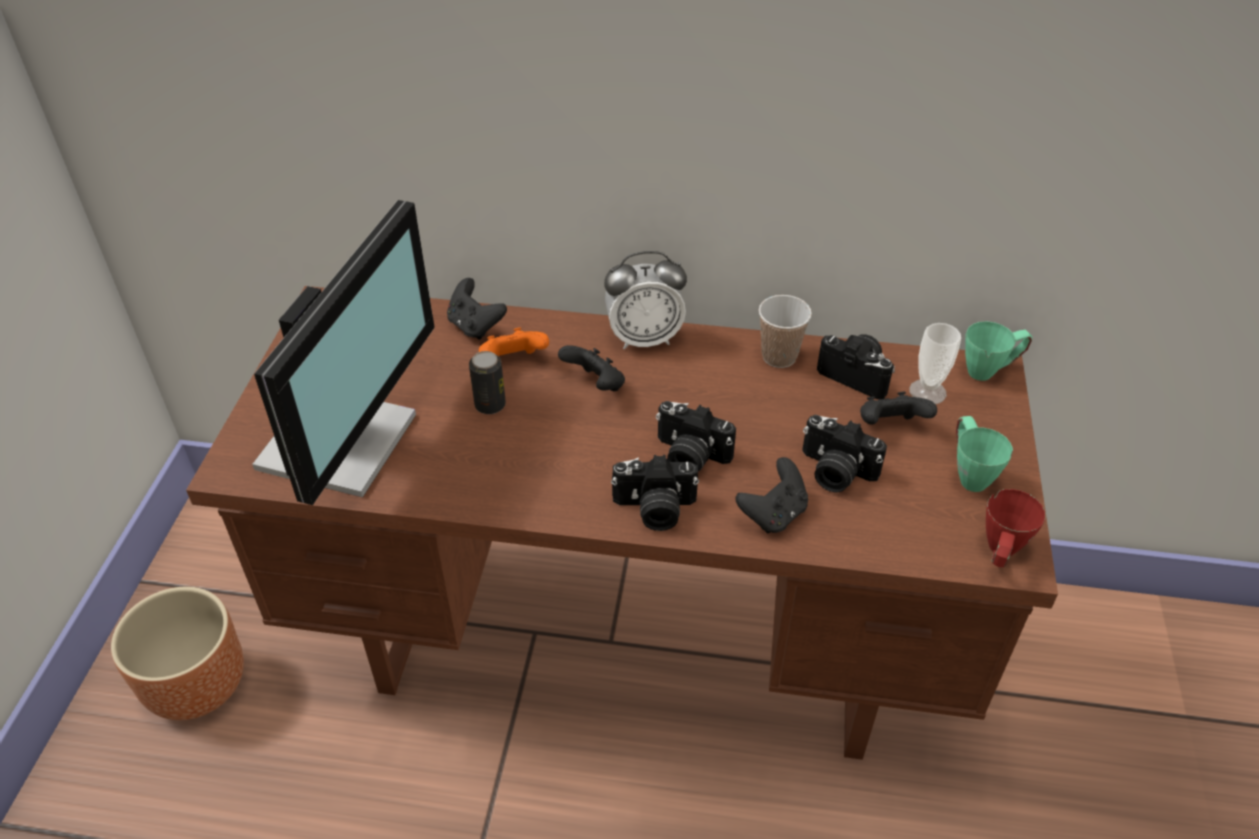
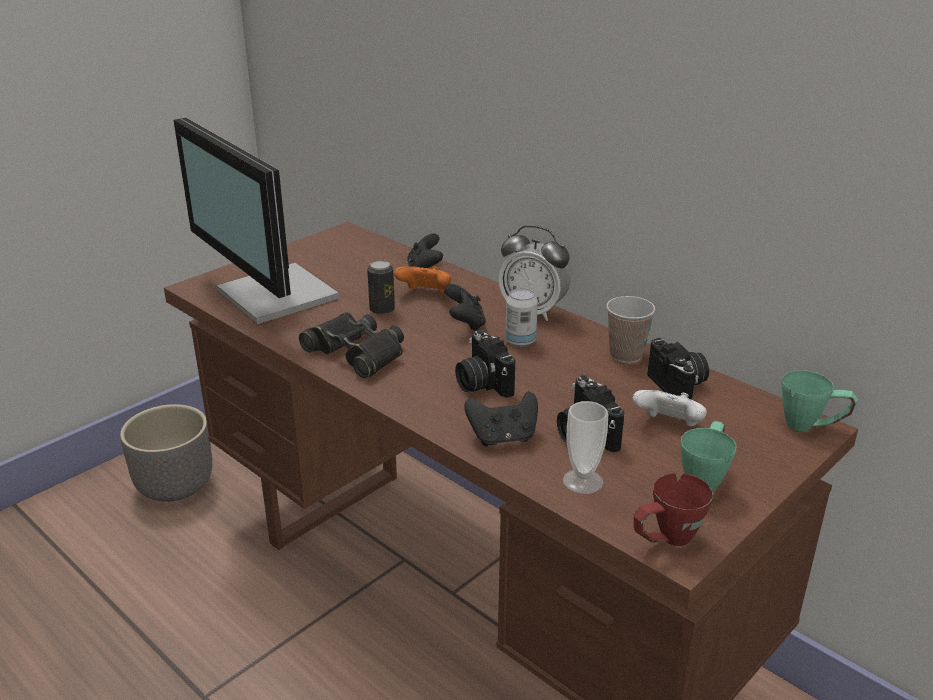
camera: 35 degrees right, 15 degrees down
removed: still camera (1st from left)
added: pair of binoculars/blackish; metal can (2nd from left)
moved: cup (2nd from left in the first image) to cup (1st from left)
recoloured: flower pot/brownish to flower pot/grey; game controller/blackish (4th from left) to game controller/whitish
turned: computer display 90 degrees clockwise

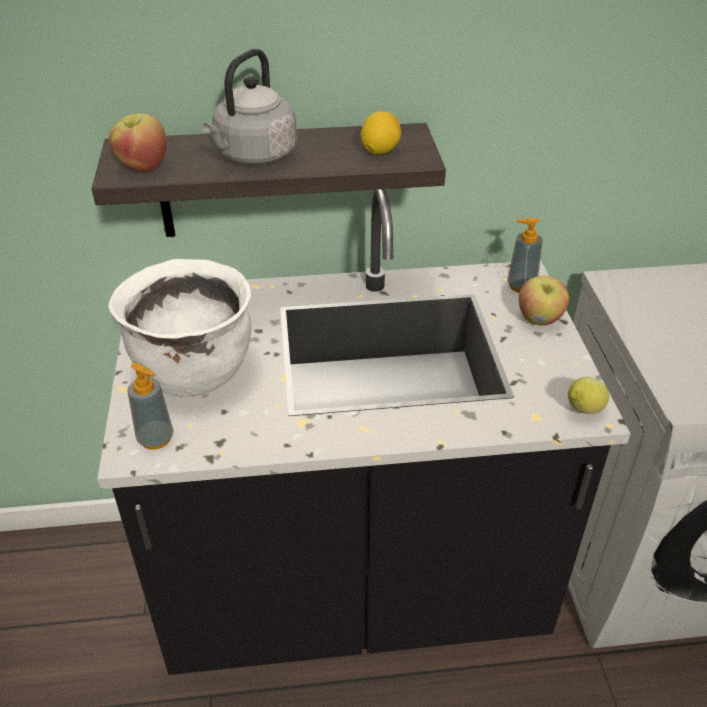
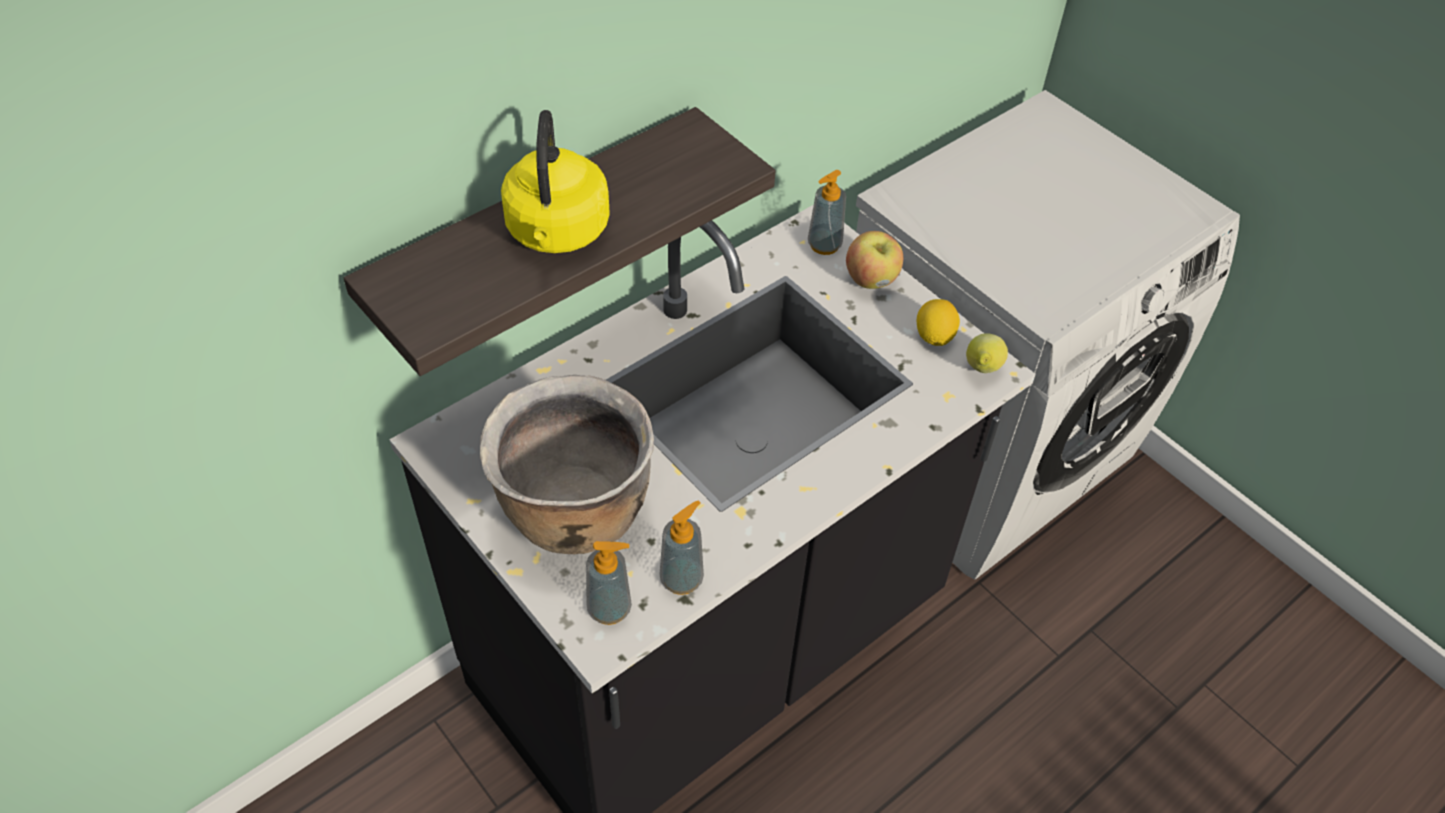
camera: 35 degrees left, 10 degrees up
removed: apple (1st from left)
added: liquid soap bottle (2nd from left)
moved: whole lemon (1st from left)
recoloured: stockpot/whitish to stockpot/brownish; kettle/grey to kettle/yellow-coloured

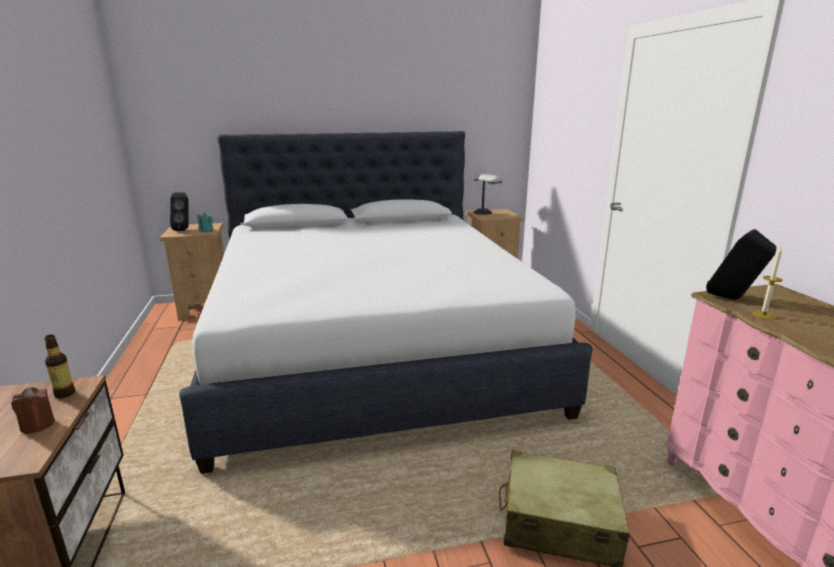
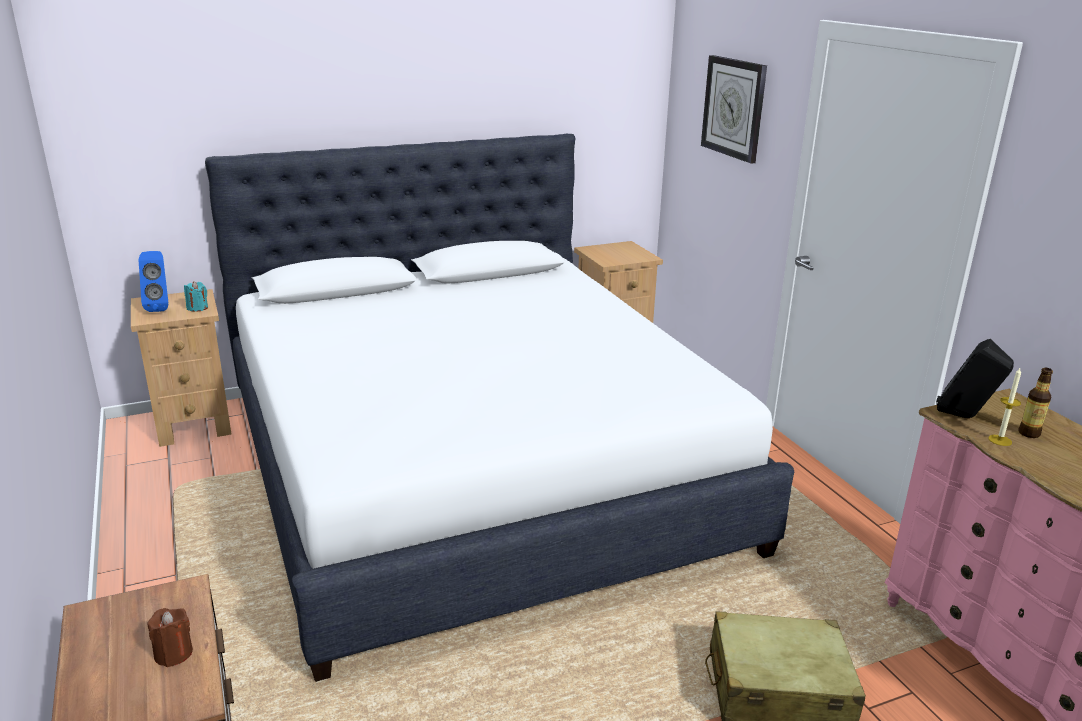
camera: 10 degrees left, 5 degrees up
removed: table lamp
added: hanging clock
moved: drink bottle
recoloured: loudspeaker/blackish (1st from left) to loudspeaker/blue-coloured

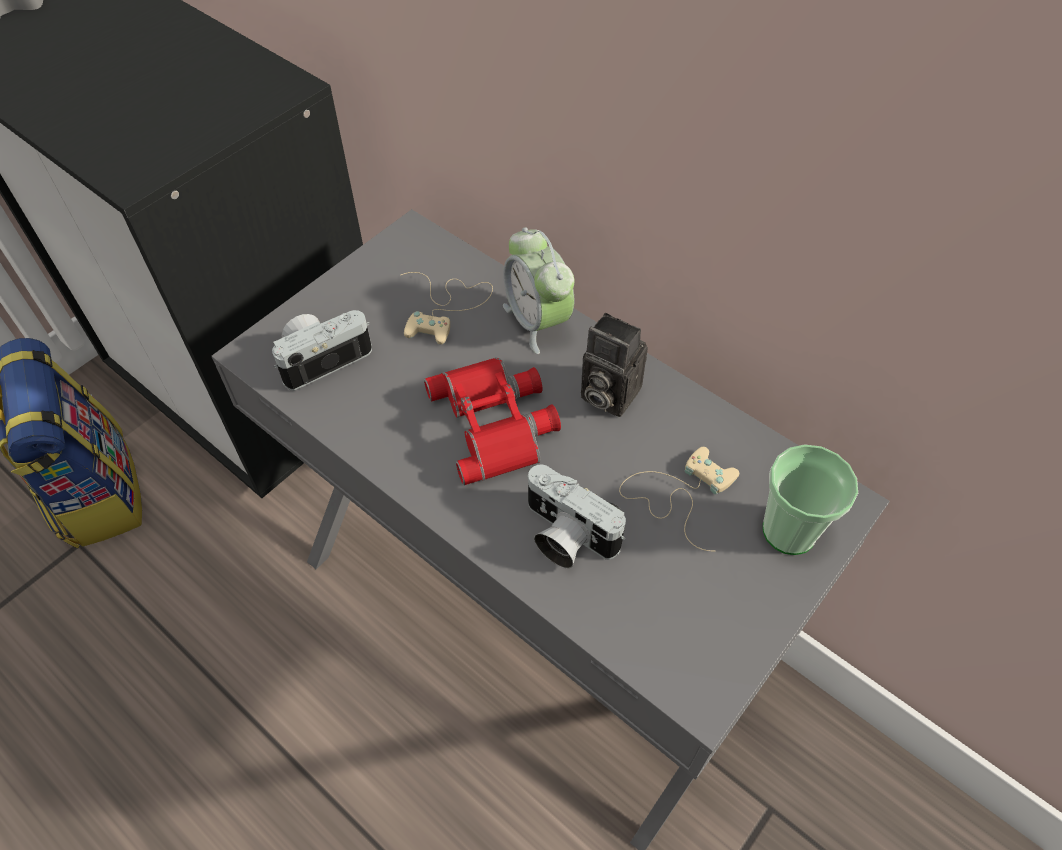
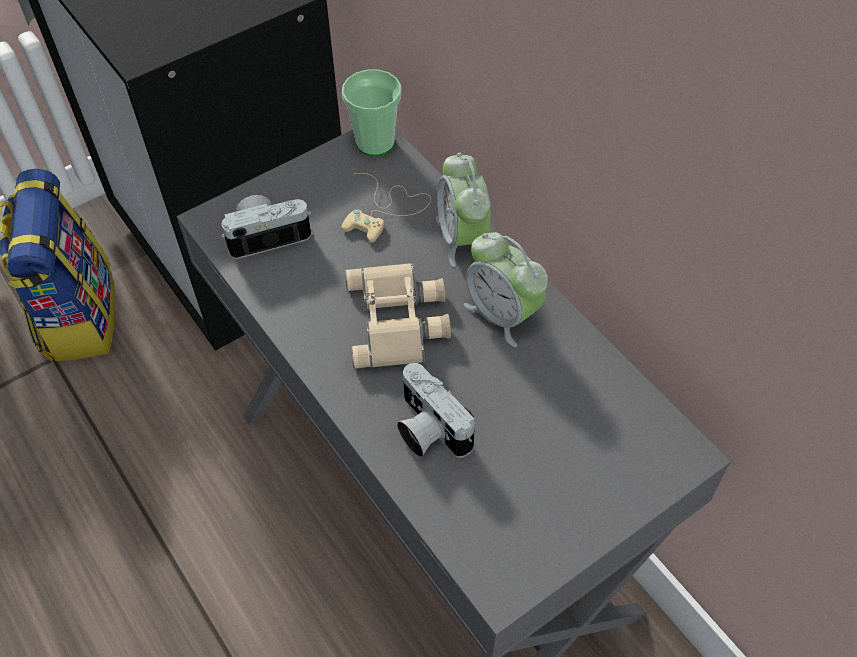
camera: 15 degrees right, 0 degrees up
removed: game controller/beige (2nd from left)
moved: cup
replaced: still camera (3rd from left) to alarm clock (2nd from left)
recoloured: pair of binoculars/reddish to pair of binoculars/beige

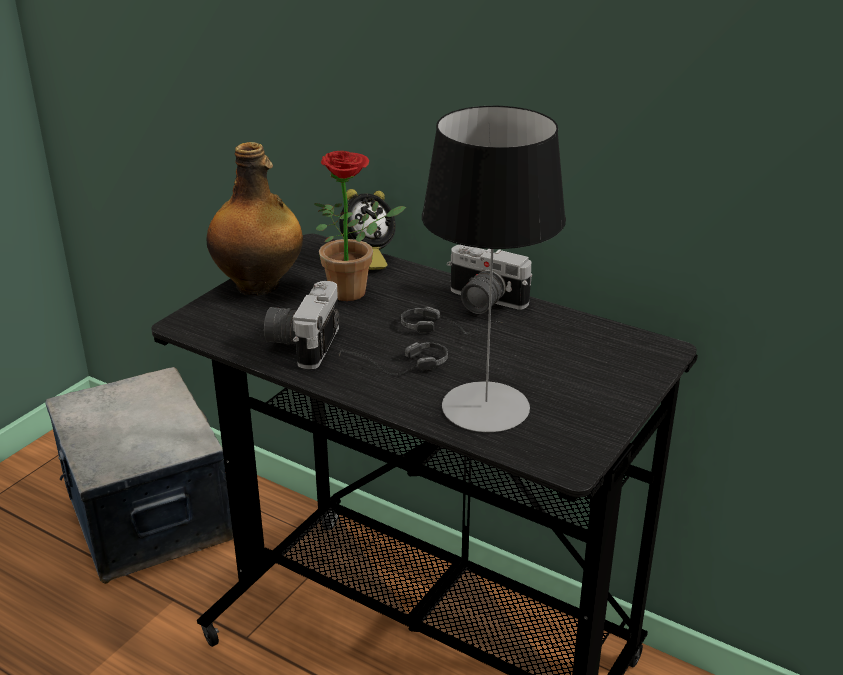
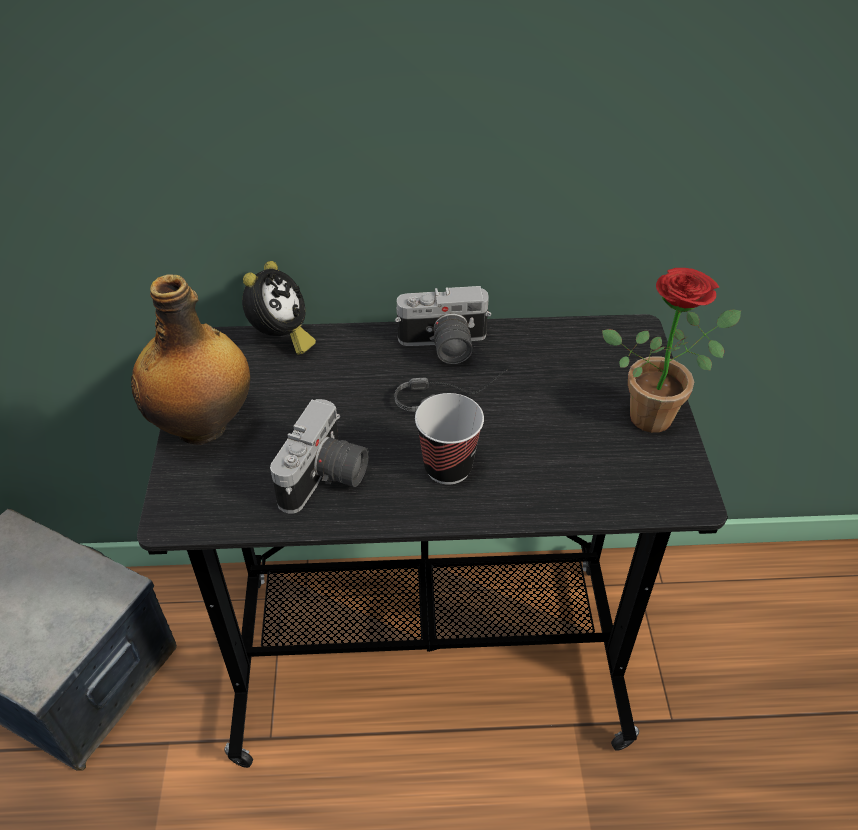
camera: 35 degrees left, 15 degrees up
removed: table lamp
moved: houseplant
replaced: headset (1st from left) to cup
turned: still camera (1st from left) 135 degrees counterclockwise

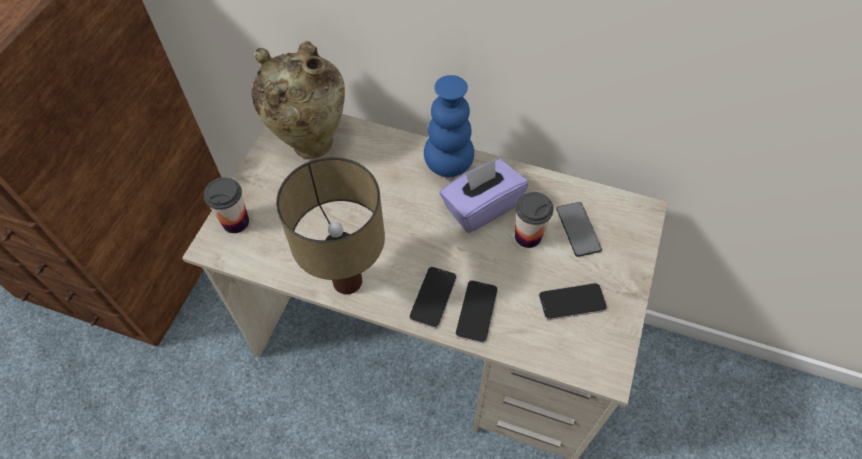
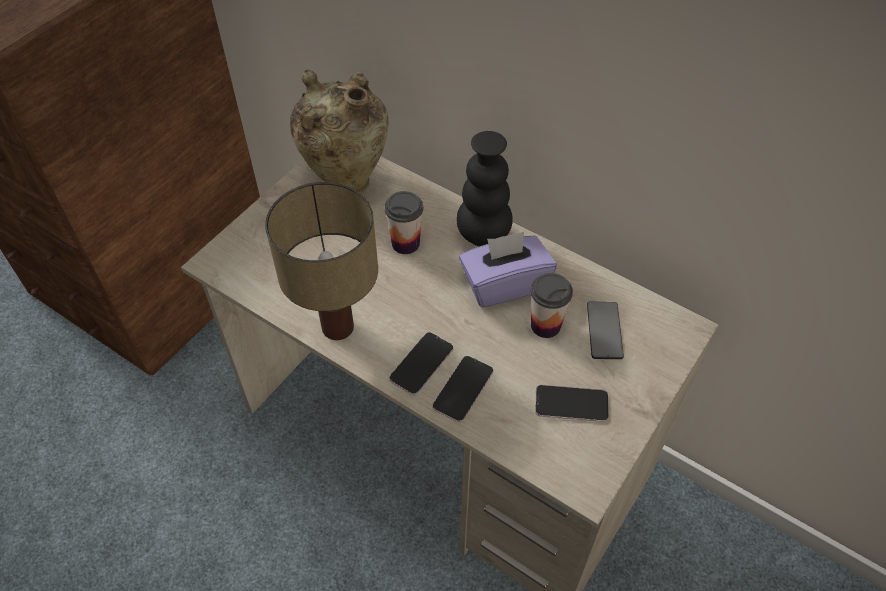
camera: 15 degrees right, 5 degrees down
moved: cup (1st from left)
recoloured: vase/blue-coloured to vase/blackish

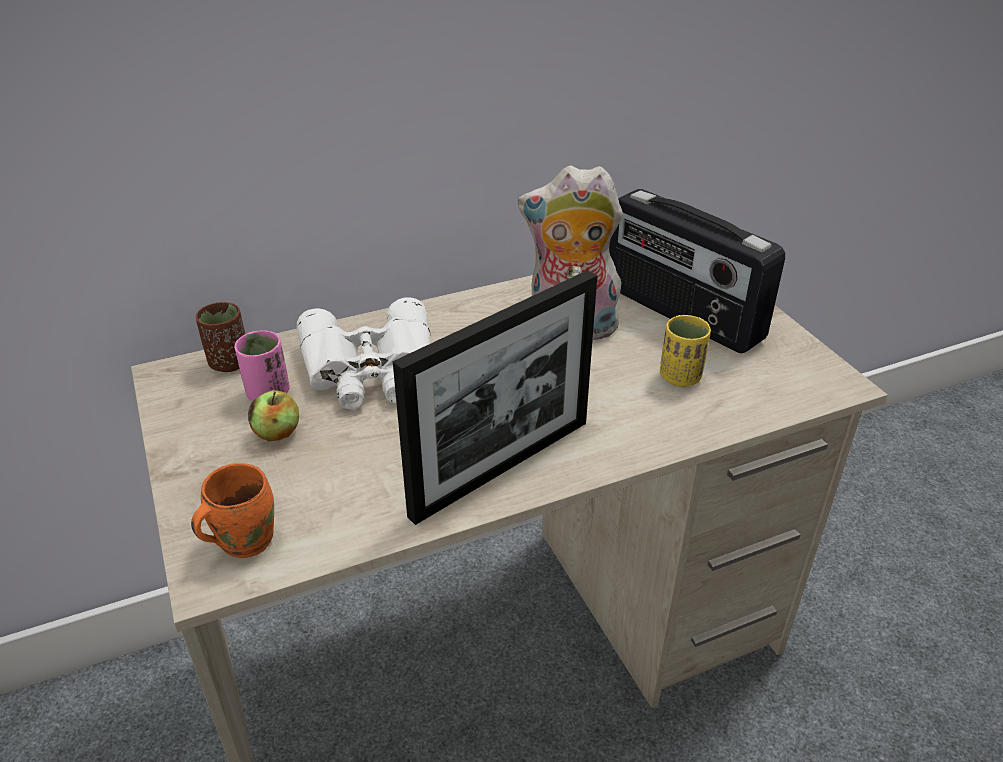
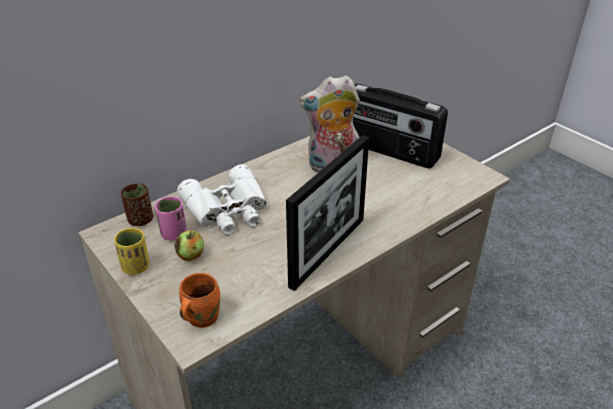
camera: 15 degrees left, 0 degrees up
moved: cup/yellow-coloured

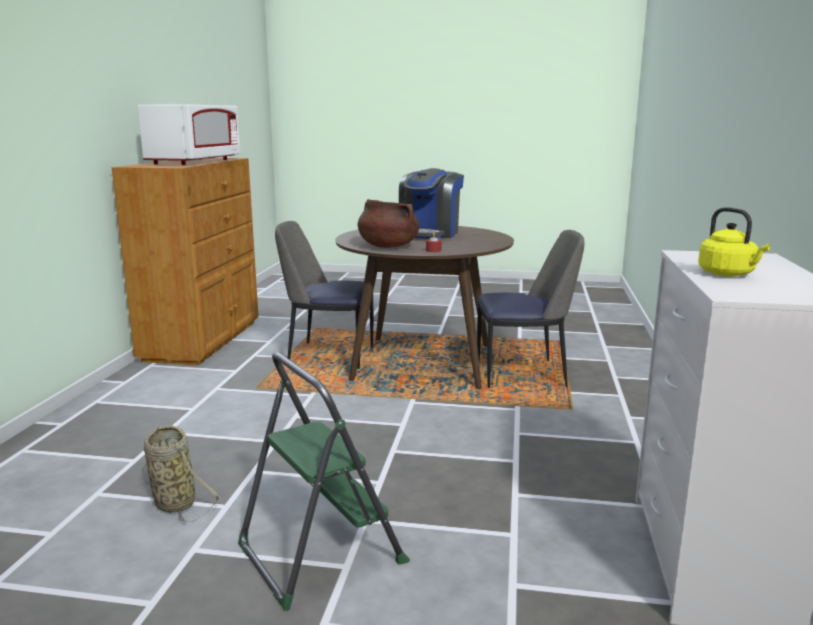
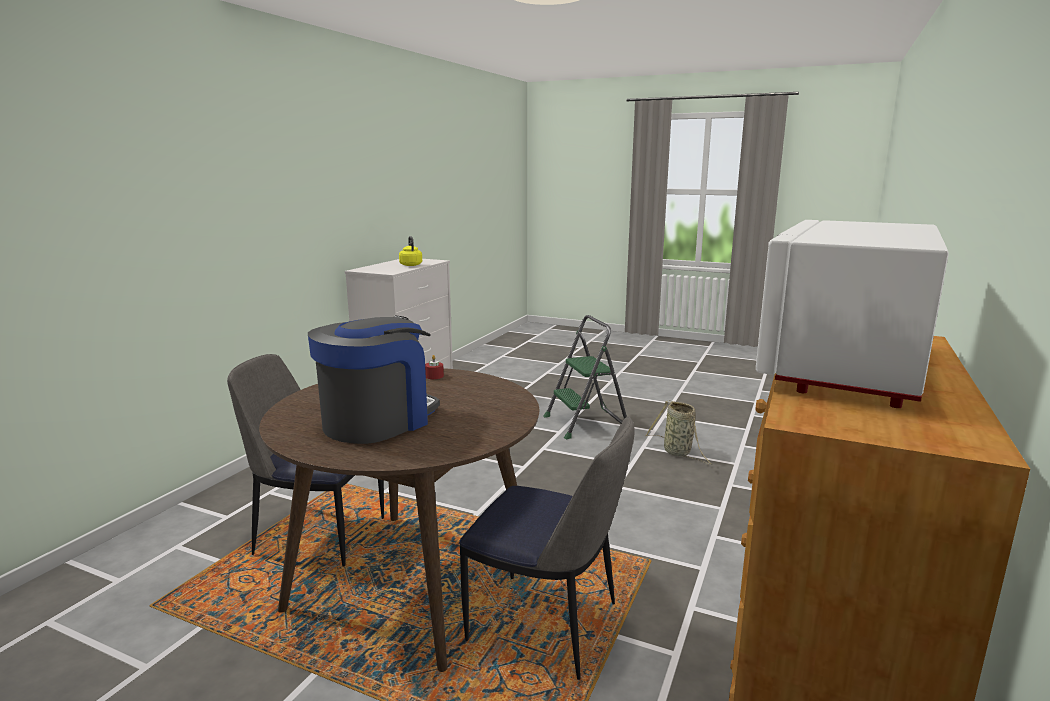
camera: 165 degrees left, 0 degrees up
removed: stockpot/brownish

